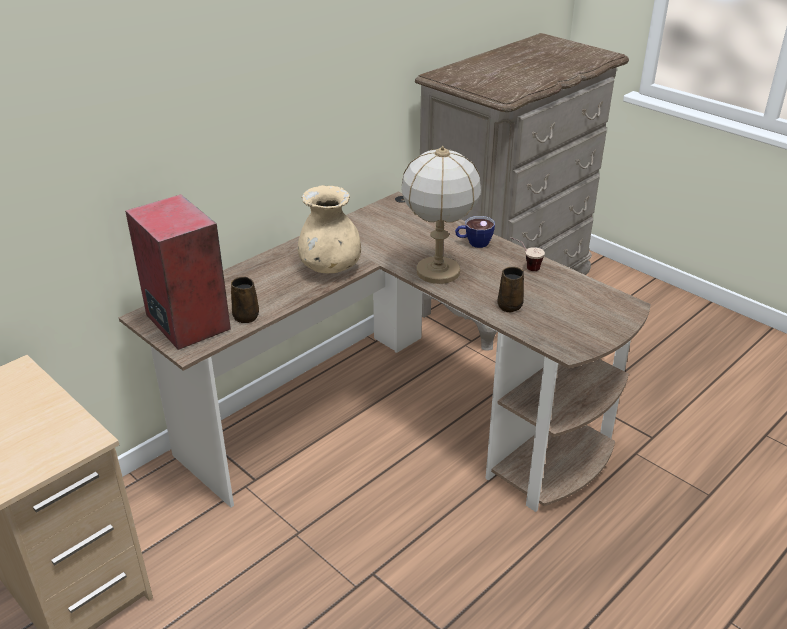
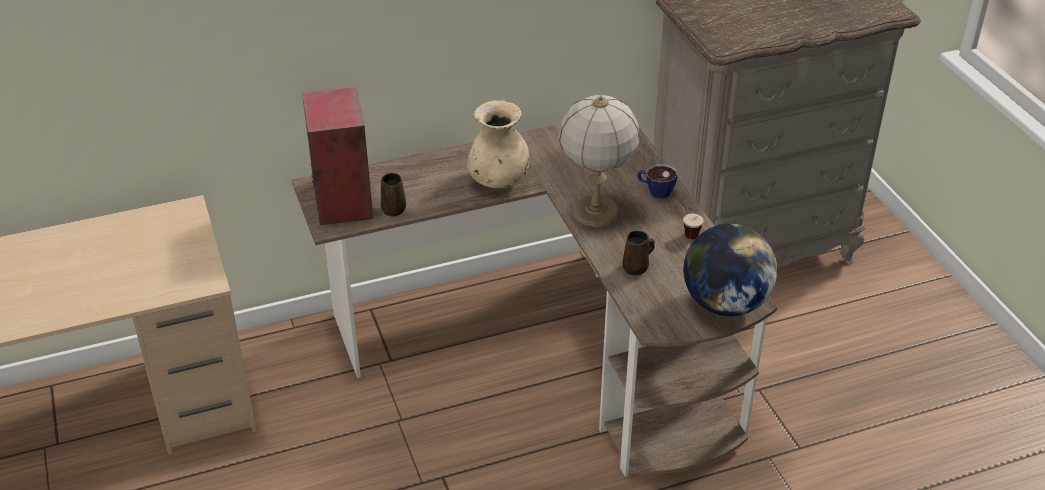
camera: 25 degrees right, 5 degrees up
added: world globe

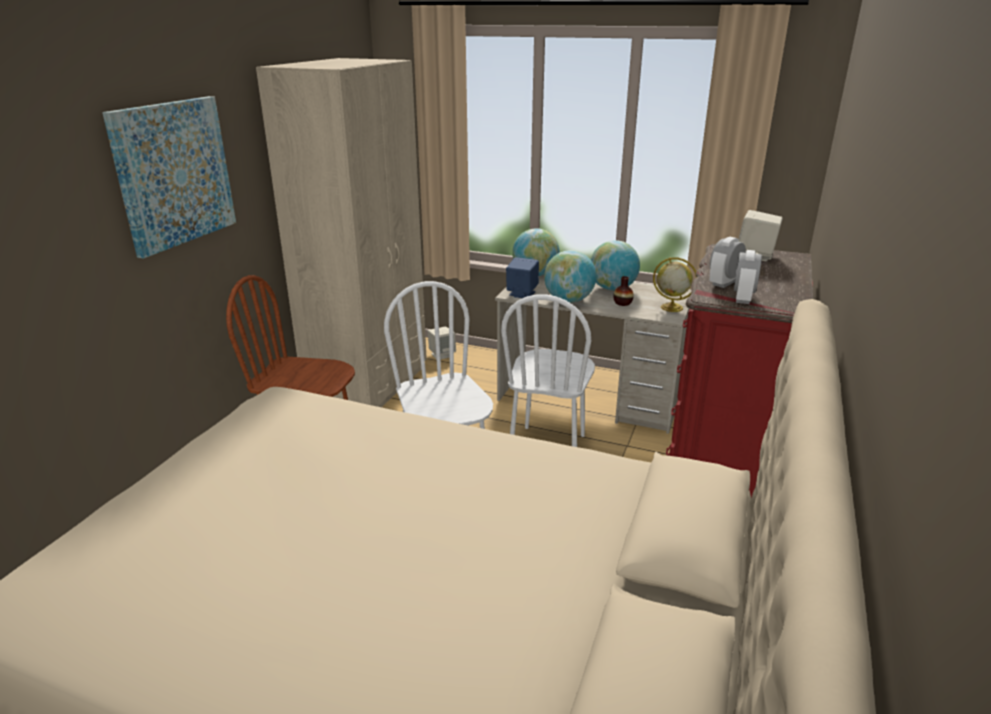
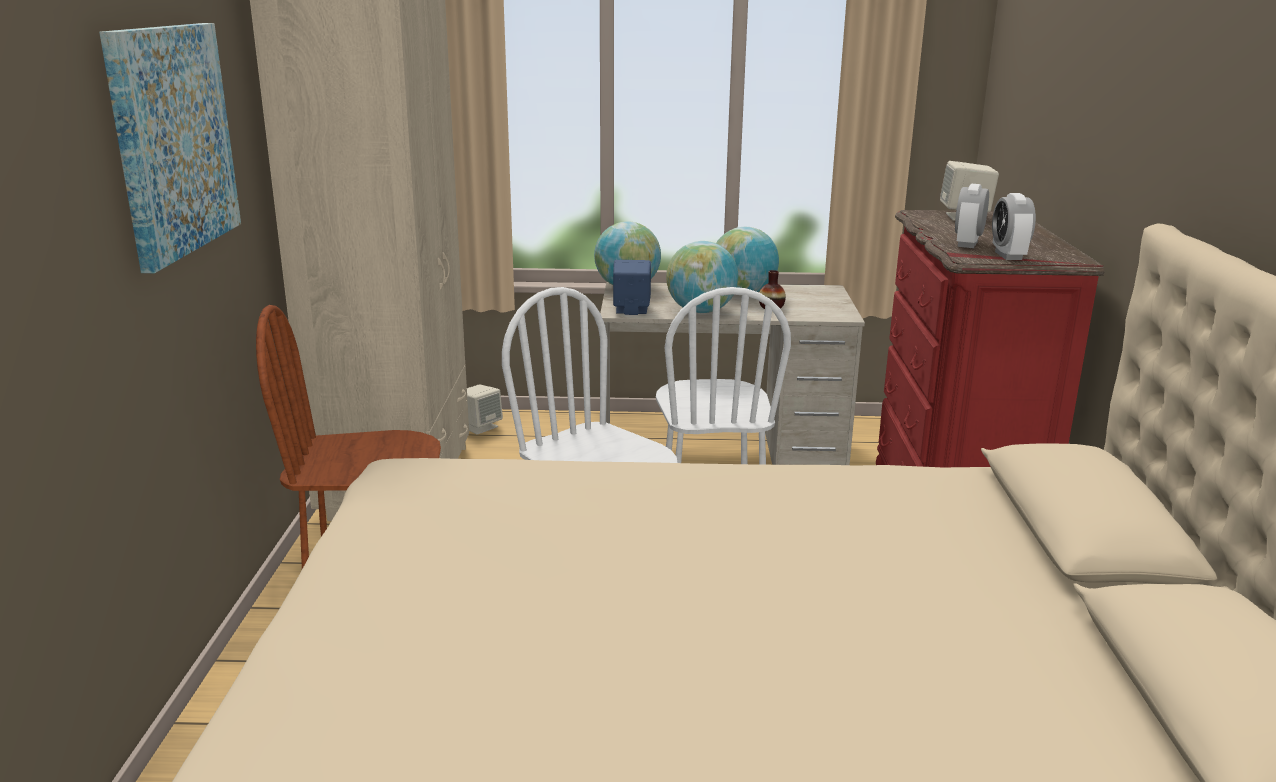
camera: 20 degrees left, 5 degrees down
removed: world globe (4th from left)

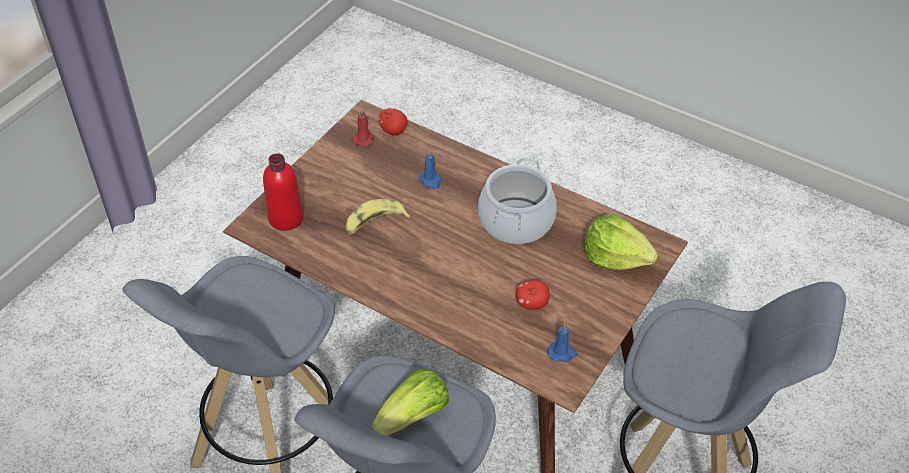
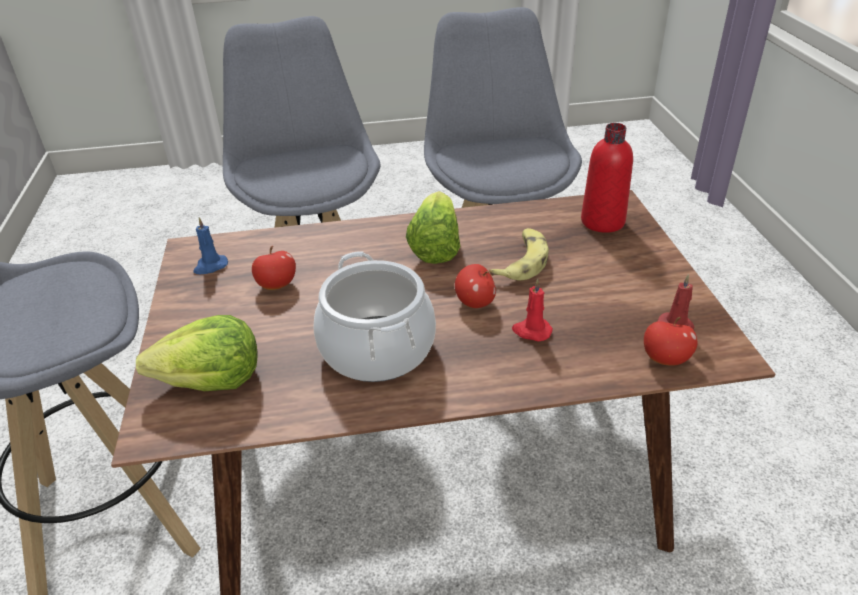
camera: 140 degrees right, 10 degrees down
added: apple (2nd from left)
moved: head of lettuce (1st from left in the first image) to head of lettuce (2nd from left)
recoloured: wax candle/blue-coloured (1st from left) to wax candle/reddish (1st from left)

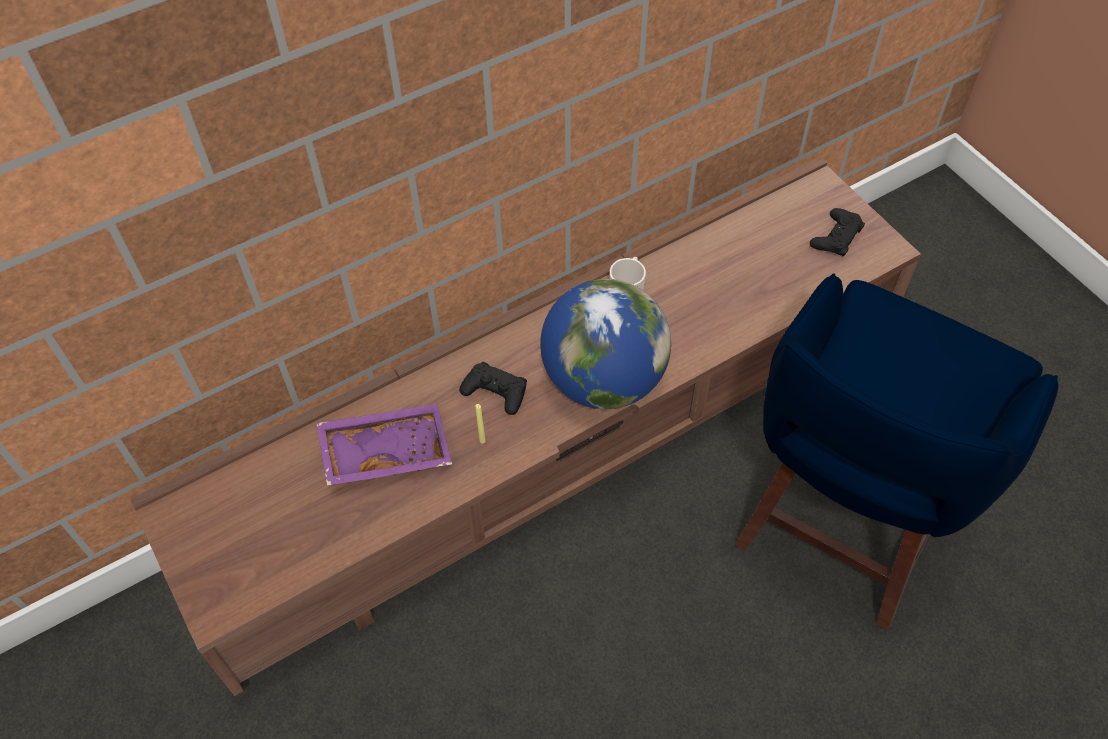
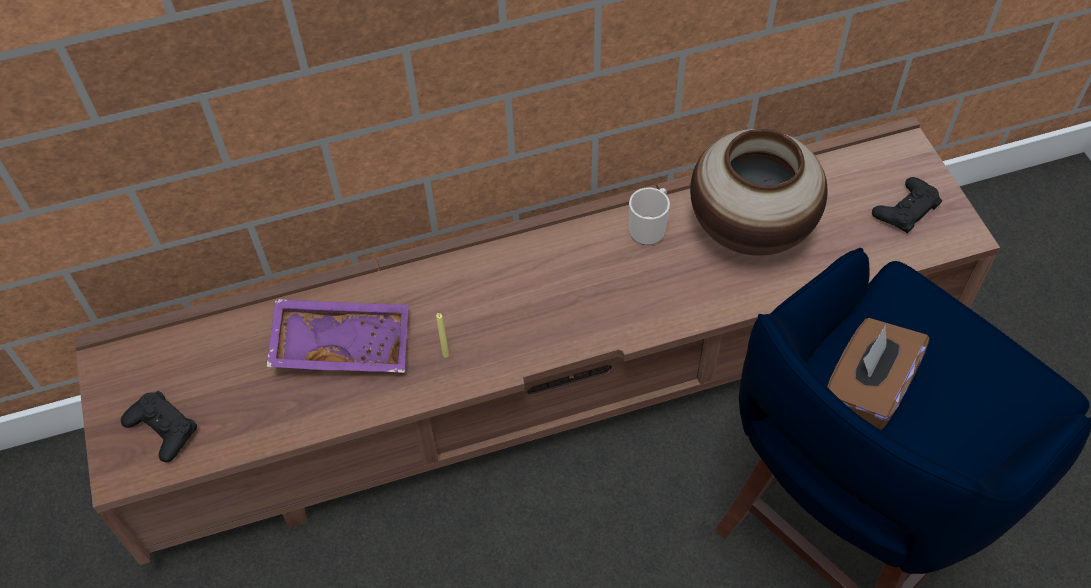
camera: 15 degrees right, 0 degrees up
removed: world globe
added: vase; tissue holder/brownish
moved: game controller/blackish (1st from left)

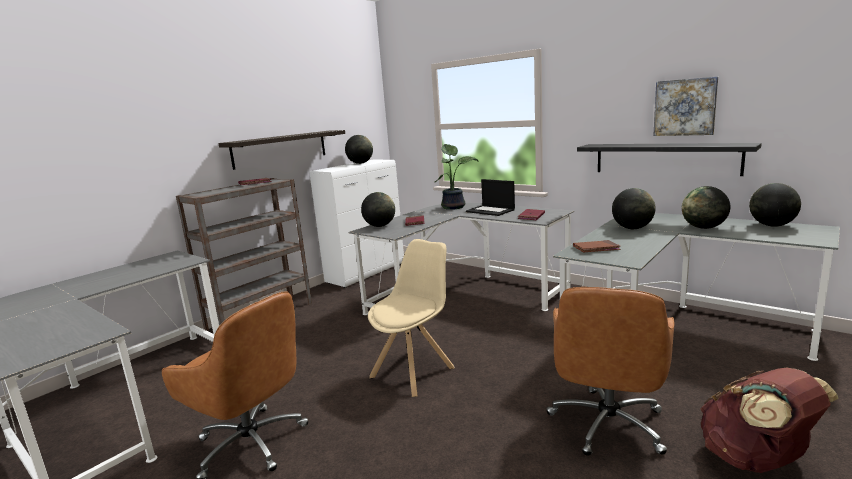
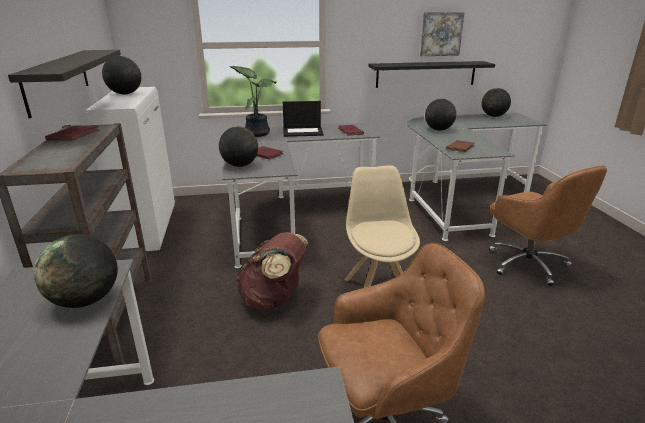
camera: 50 degrees left, 10 degrees up
moved: world globe (4th from left in the first image) to world globe (1st from left); rucksack/brownish

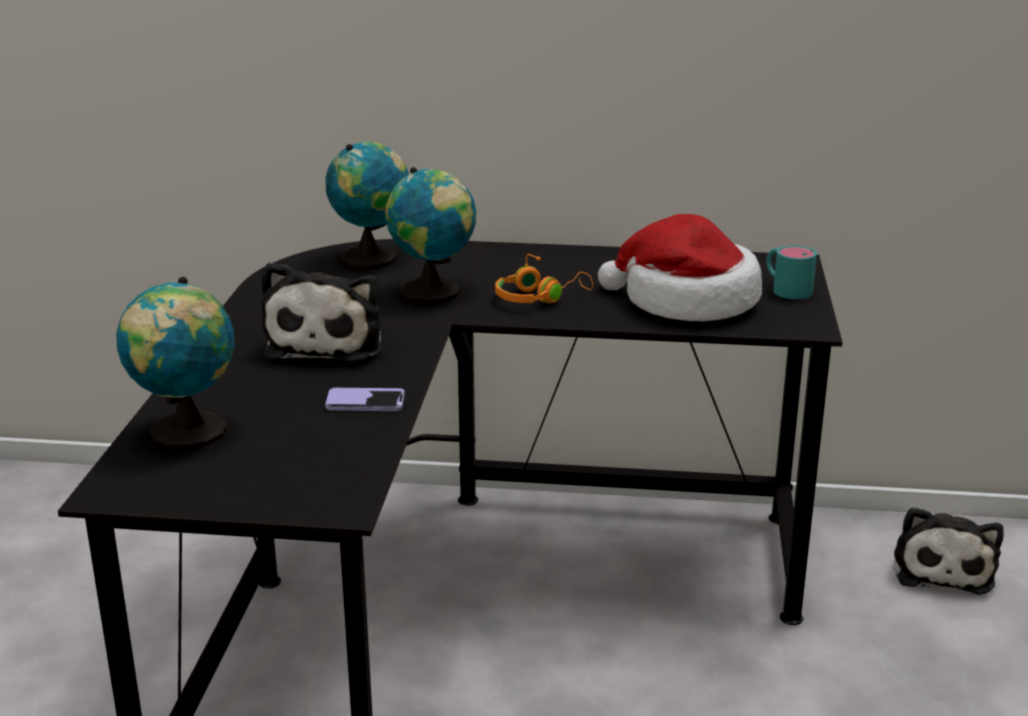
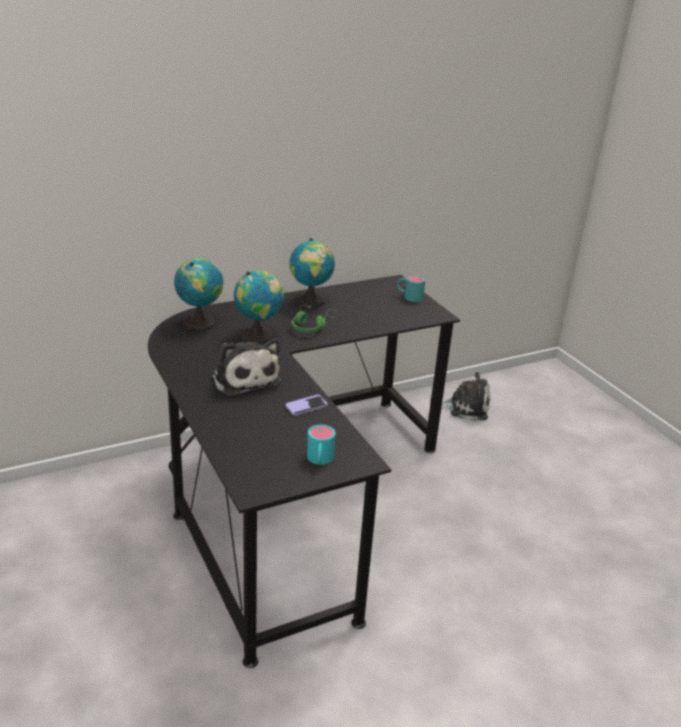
camera: 35 degrees left, 5 degrees up
removed: clothing hat
added: coffee mug/turquoise (1st from left)
moved: world globe (1st from left in the first image) to world globe (3rd from left)
recoloured: headset/orangey to headset/greenish
turned: plush toy (2nd from left) 60 degrees counterclockwise

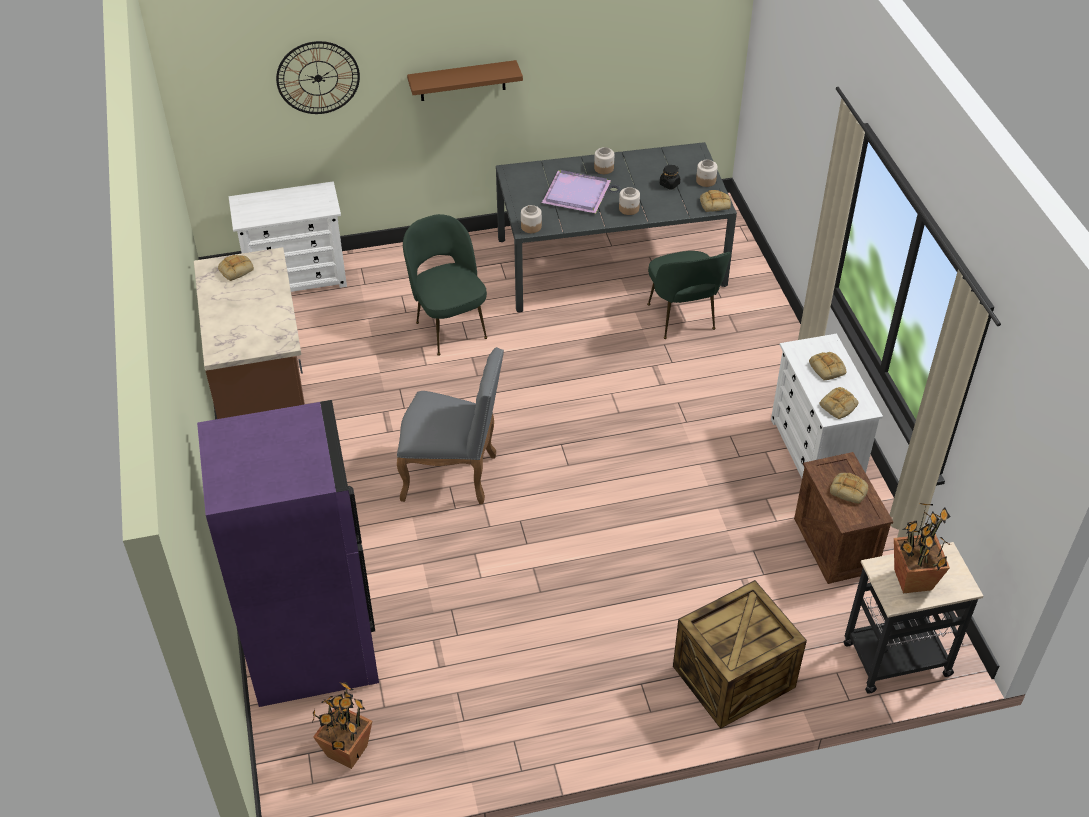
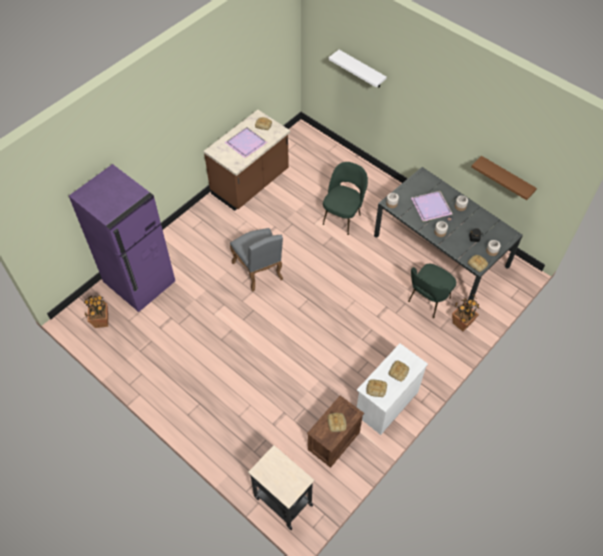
camera: 55 degrees right, 10 degrees up
removed: chest of drawers/whitish (1st from left); crate (1st from left)
added: serving tray/purplish (1st from left)
moved: bracket shelf/brownish; houseplant (2nd from left)
replaced: hanging clock to bracket shelf/whitish

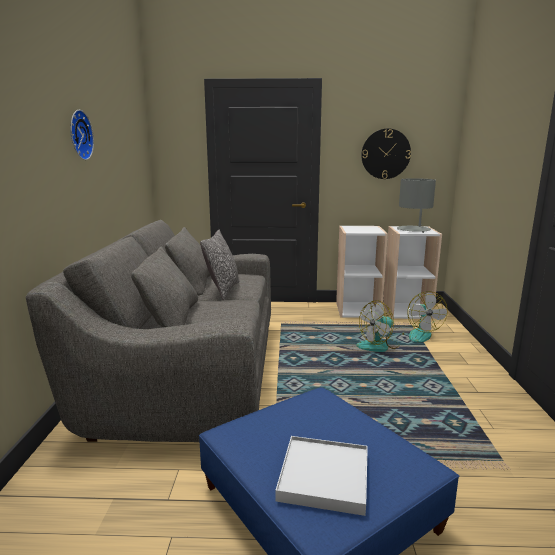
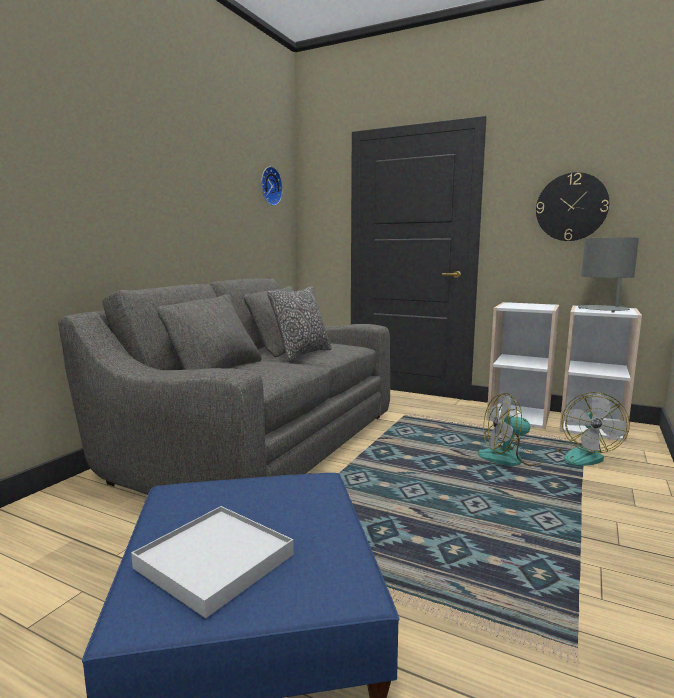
camera: 25 degrees right, 5 degrees down
moved: hanging clock (1st from left)

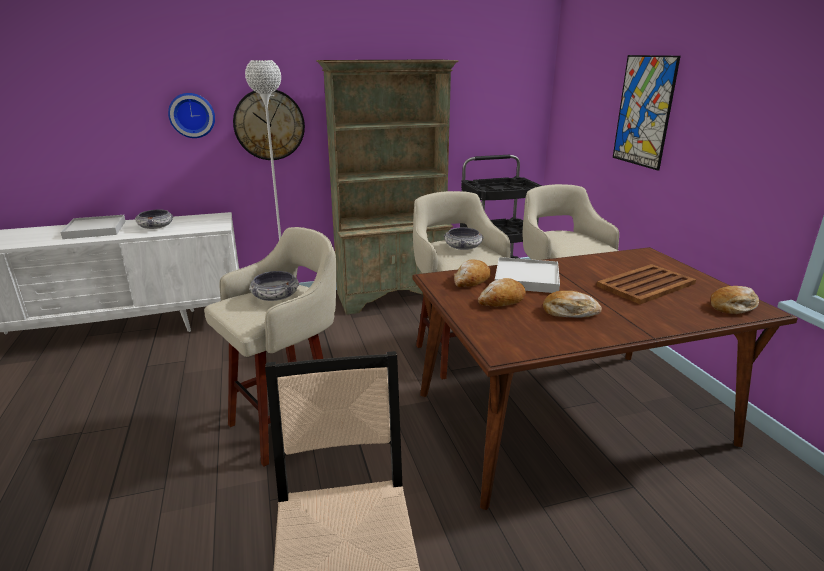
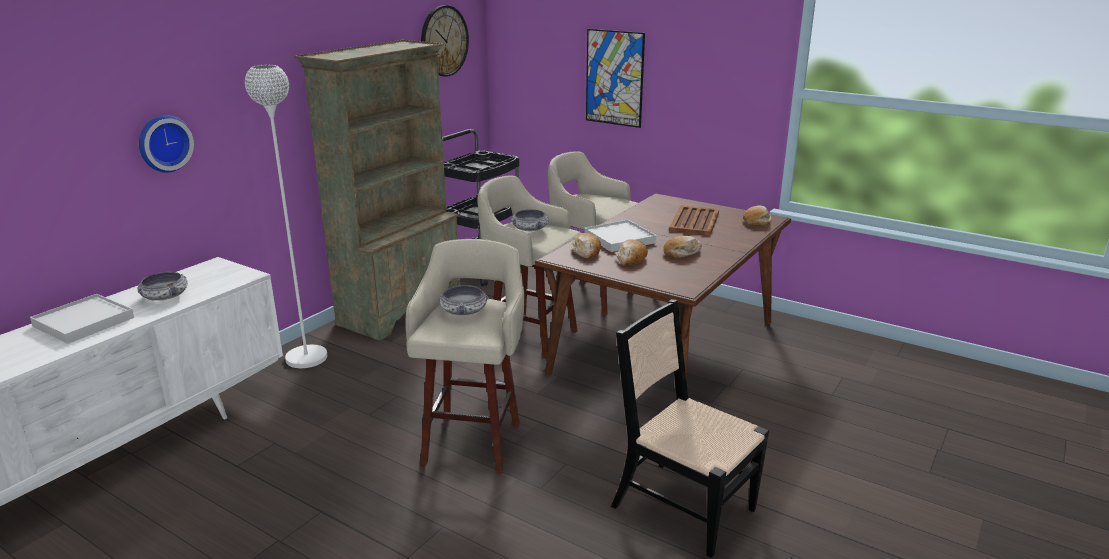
camera: 40 degrees left, 0 degrees up
moved: hanging clock (2nd from left)

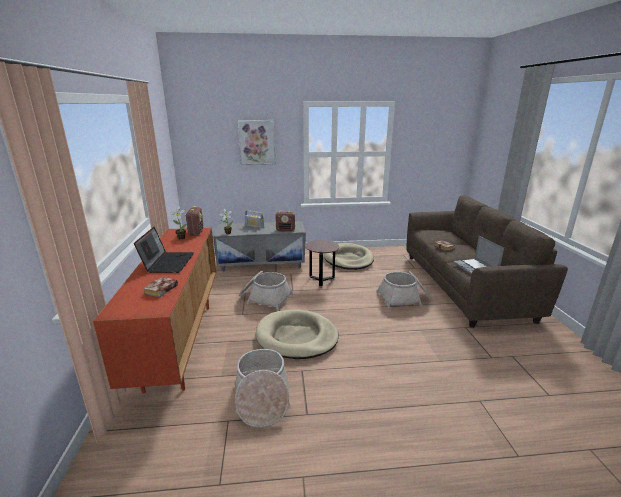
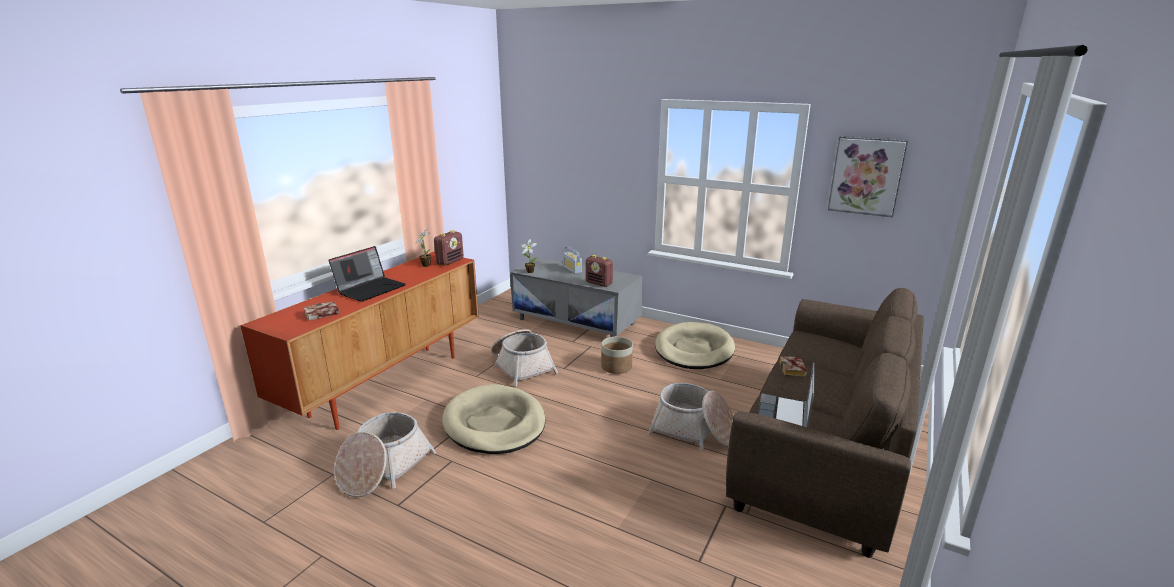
camera: 35 degrees right, 0 degrees up
moved: wall art
replaced: side table/brownish to flower pot

